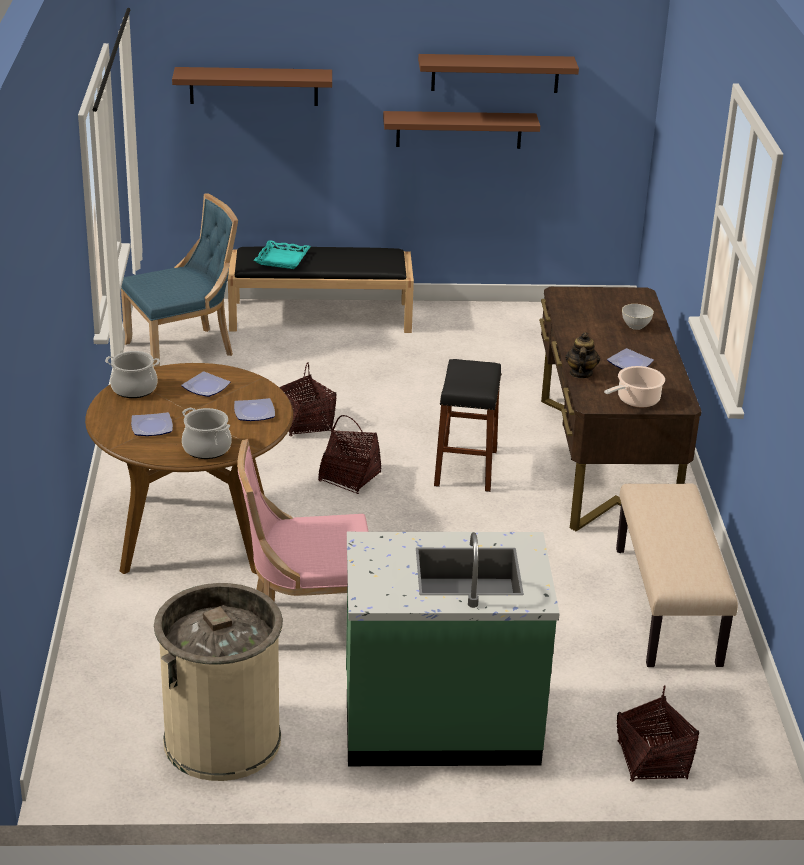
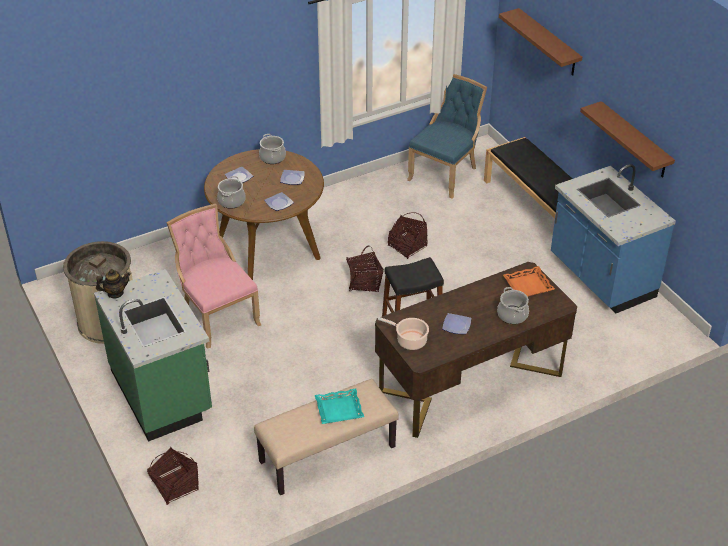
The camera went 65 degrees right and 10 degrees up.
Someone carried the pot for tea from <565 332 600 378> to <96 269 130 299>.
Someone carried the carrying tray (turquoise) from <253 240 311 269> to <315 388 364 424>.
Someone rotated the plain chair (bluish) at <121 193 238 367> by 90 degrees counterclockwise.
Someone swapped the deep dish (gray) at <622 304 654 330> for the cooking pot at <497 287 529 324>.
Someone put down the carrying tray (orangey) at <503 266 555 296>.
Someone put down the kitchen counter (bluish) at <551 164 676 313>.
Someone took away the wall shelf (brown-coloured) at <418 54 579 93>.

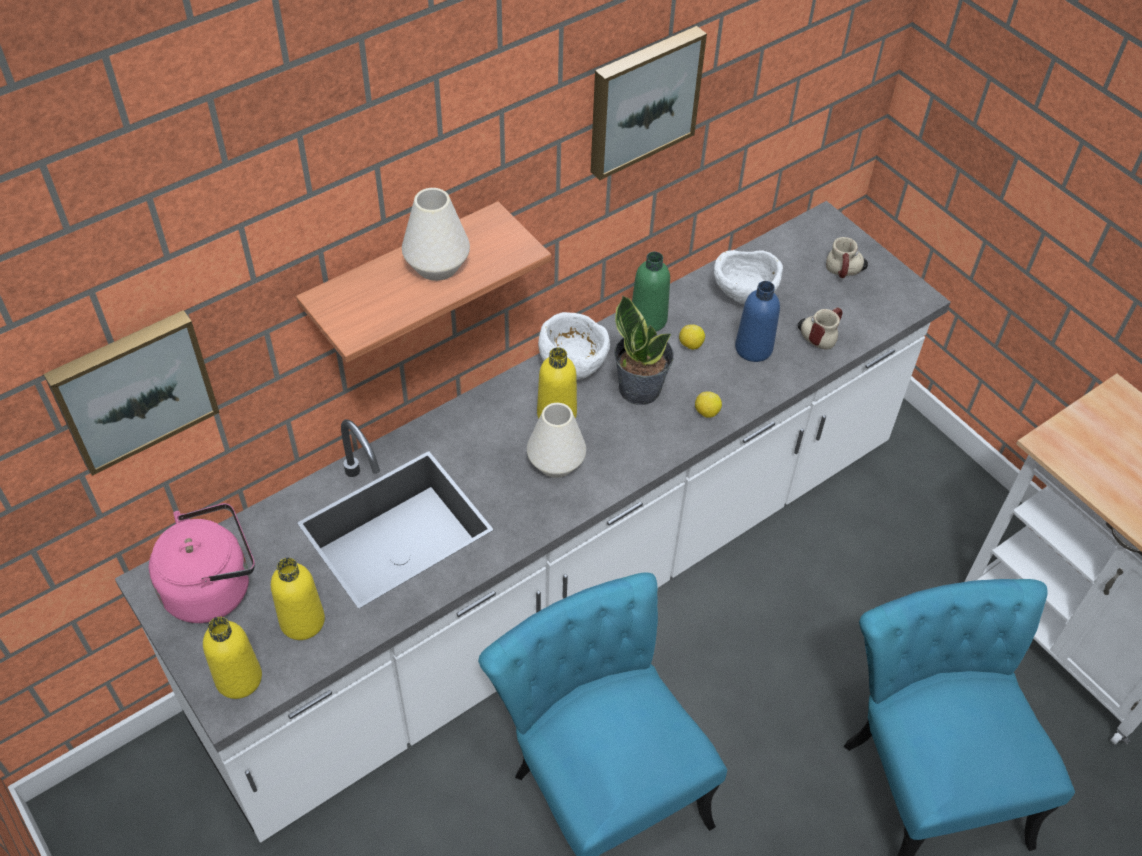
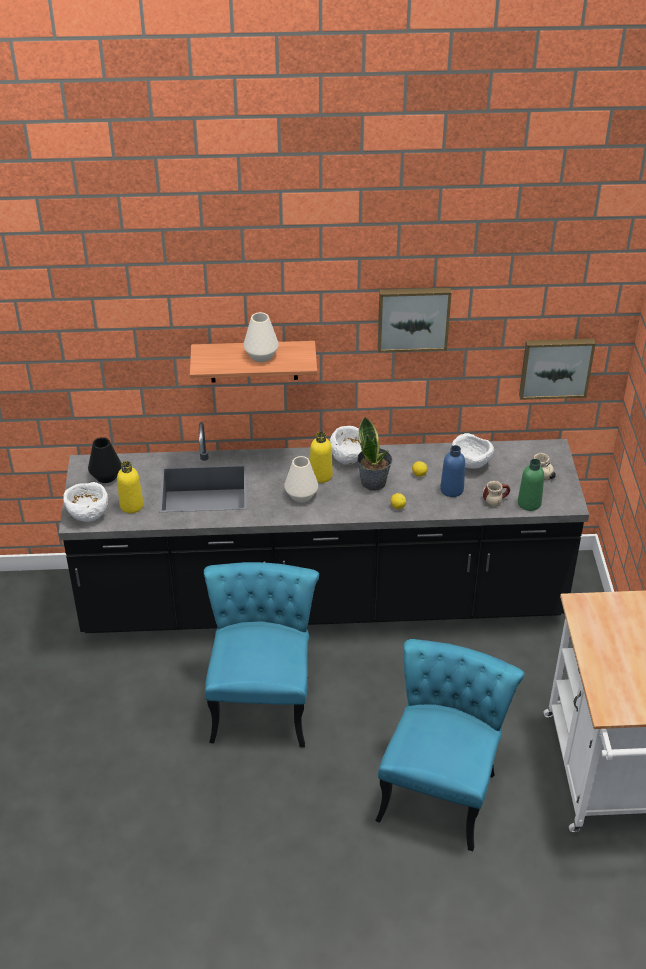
The camera went 35 degrees right and 10 degrees down.
Someone repainted the kitchen counter (white-coloured) at <115 201 951 842>, which became the kitchen counter (black) at <59 422 589 633>.
Someone swapped the drink bottle (yellow-coloured) at <203 617 262 699> for the deep dish (white-coloured) at <63 482 108 522>.
Someone swapped the tea kettle (pink) at <149 503 255 623> for the flower vase (black) at <88 437 121 483>.
Someone carried the drink bottle (green-coloured) from <632 252 670 331> to <518 459 544 511>.
Someone carried the wall picture from <43 310 220 476> to <519 339 596 400>.

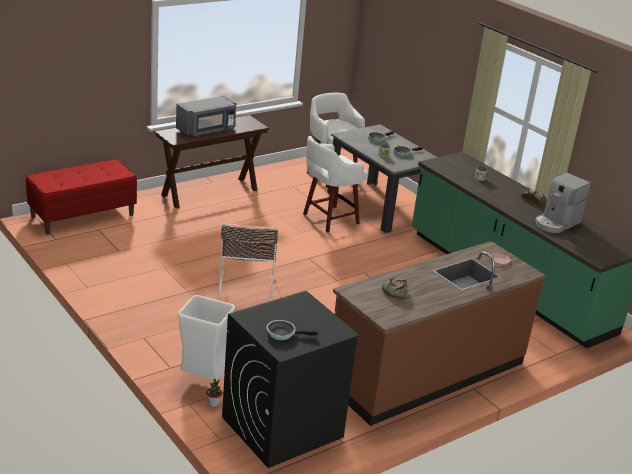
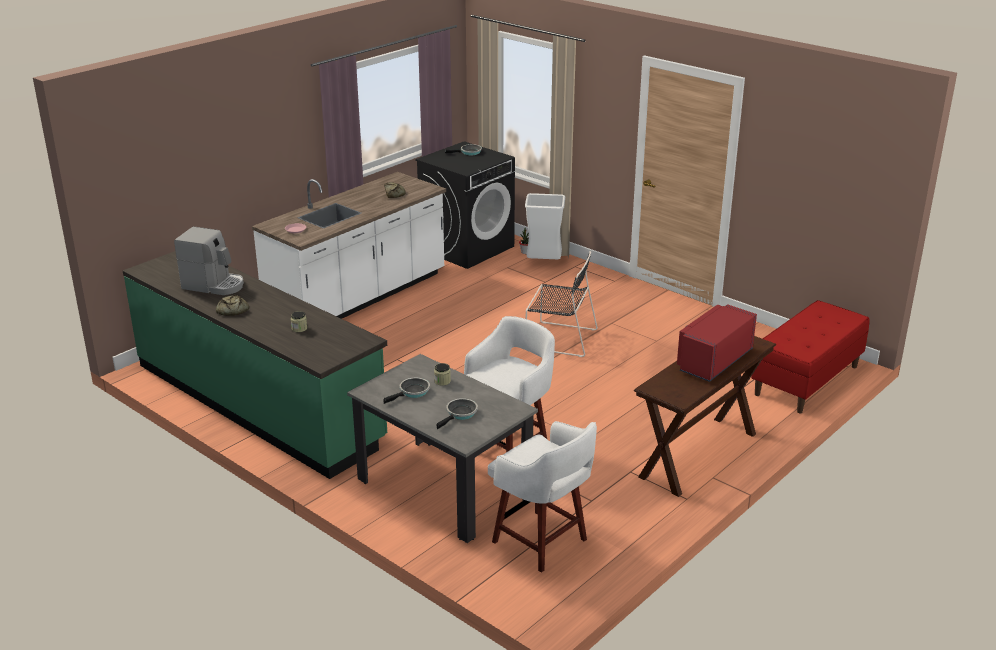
The camera went 170 degrees right and 0 degrees up.
Someone rotated the coffee machine at <535 172 591 233> by 75 degrees clockwise.
Someone repainted the kitchen counter (brown-coloured) at <333 241 545 426>, which became the kitchen counter (white-coloured) at <252 172 446 319>.
Someone rotated the plain chair (black) at <218 223 278 301> by 120 degrees clockwise.
Someone repainted the microwave oven (gray) at <176 96 236 136>, which became the microwave oven (red) at <677 304 757 382>.

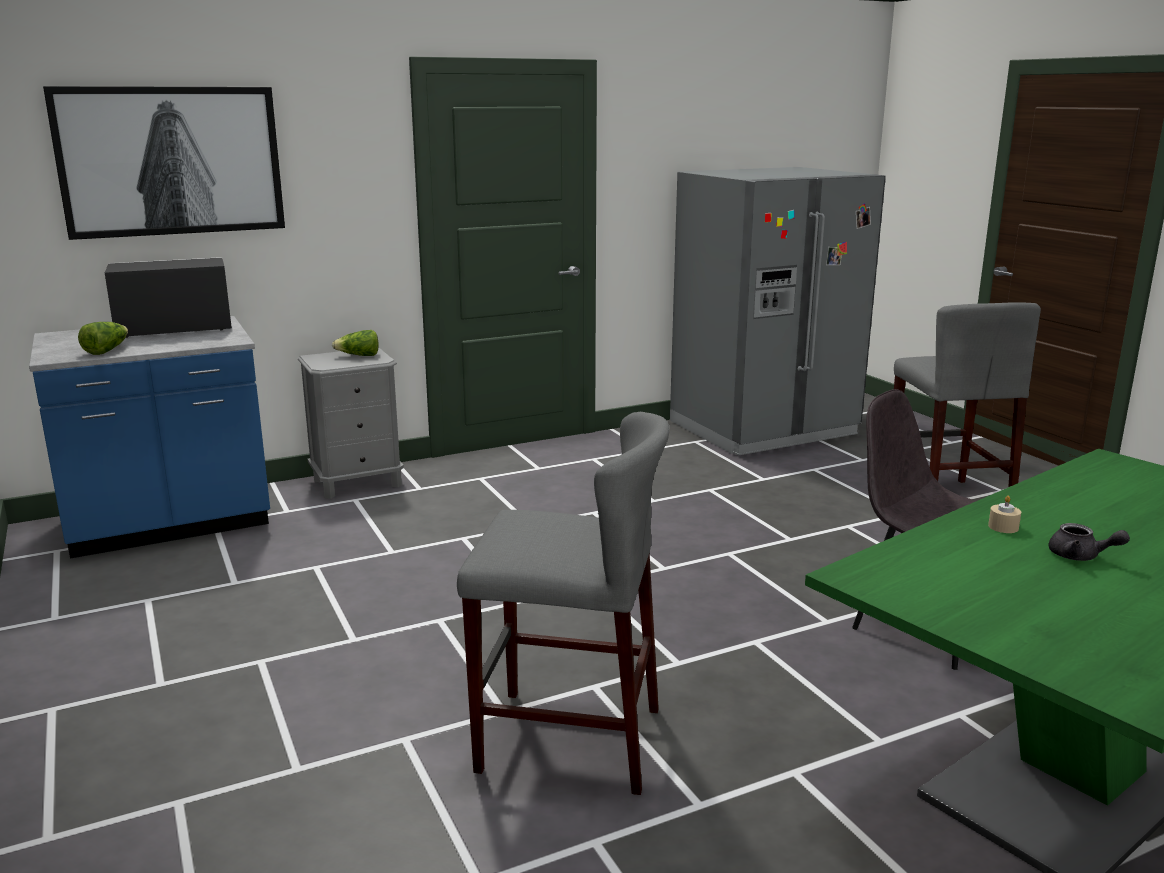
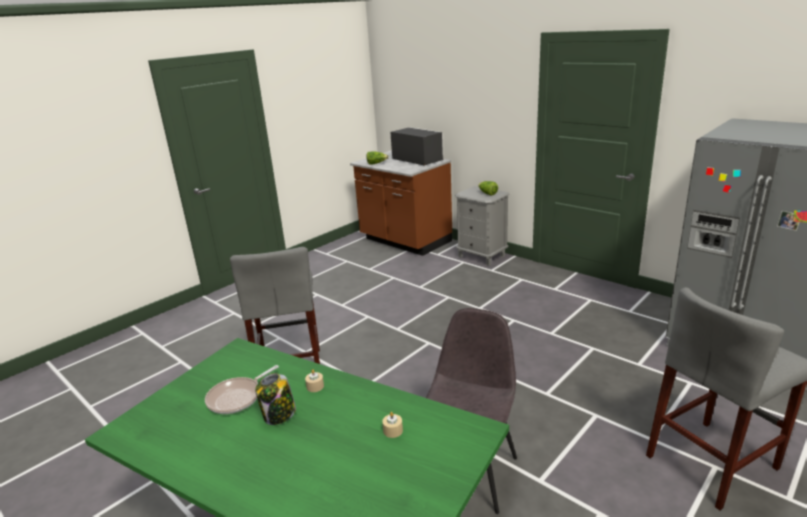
The camera went 70 degrees right and 5 degrees up.
Someone put down the skillet at <205 365 279 414>.
Someone swapped the pot for tea (gray) at <1049 523 1130 561> for the storage jar at <255 373 296 425>.
Someone repainted the kitchen counter (bluish) at <29 316 270 559>, which became the kitchen counter (brown-coloured) at <350 151 452 256>.
Someone put down the wax candle (beige-coloured) at <382 412 403 438>.
Someone took away the wall picture at <43 86 285 240>.

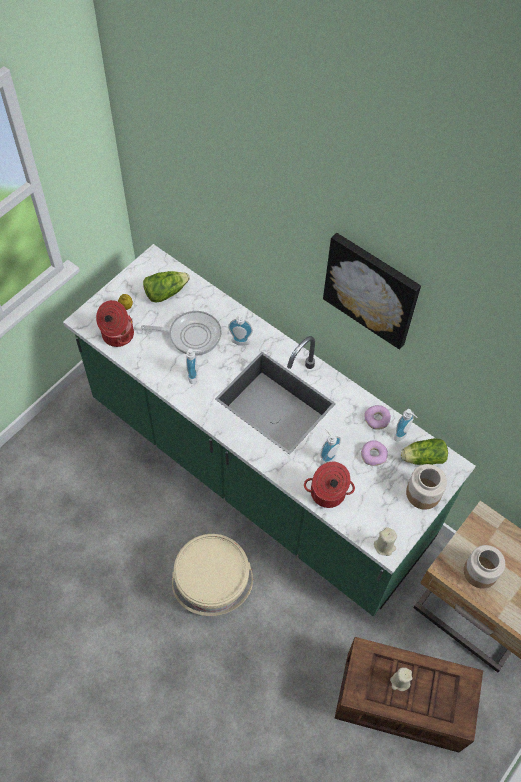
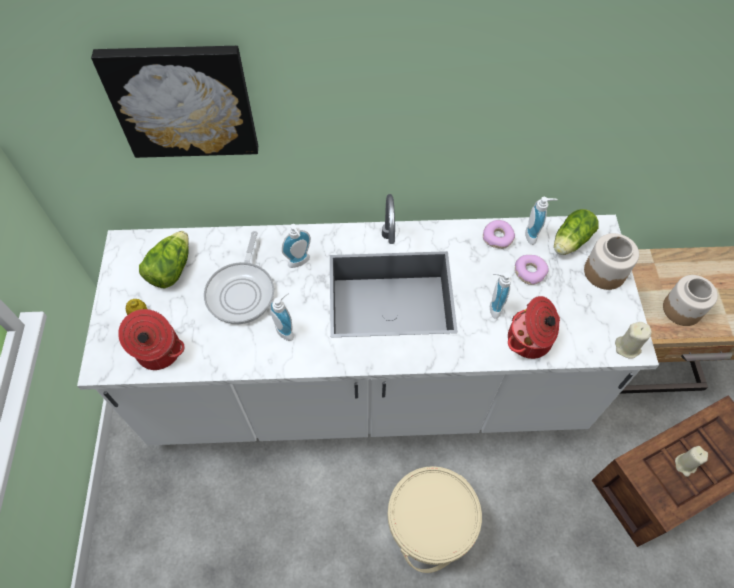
The camera went 40 degrees left and 0 degrees up.
Someone repainted the kitchen counter (green-coloured) at <63 244 475 617>, which became the kitchen counter (white-coloured) at <77 194 659 445>.
Someone carried the wall picture from <323 233 421 350> to <91 46 258 158>.
Someone rotated the skillet at <141 311 222 356> by 135 degrees clockwise.

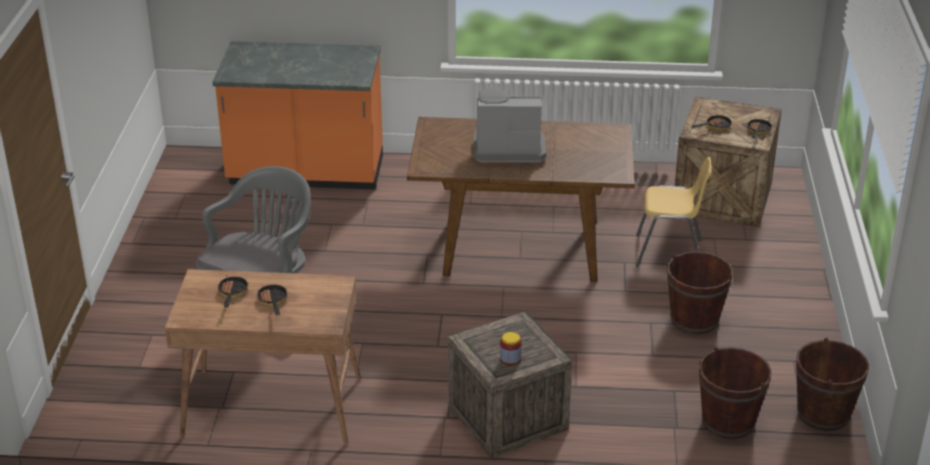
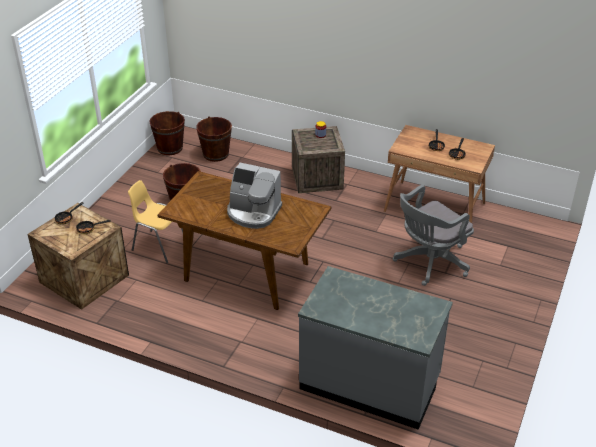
The camera went 160 degrees left and 5 degrees up.
Someone repainted the kitchen counter (orangey) at <213 41 383 190>, which became the kitchen counter (gray) at <298 266 453 430>.

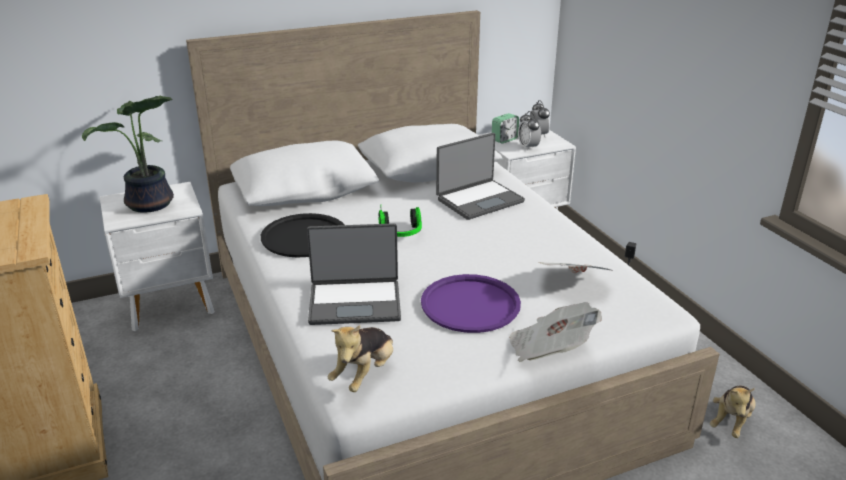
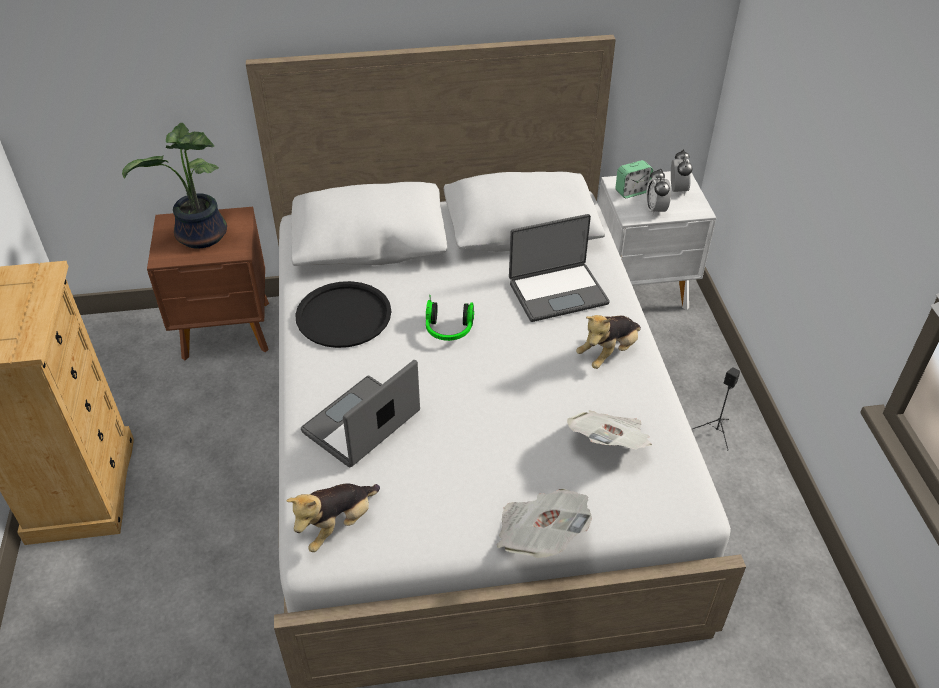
The camera went 15 degrees right and 15 degrees up.
Someone repainted the night table (white-coloured) at <100 182 215 331>, which became the night table (brown-coloured) at <147 207 269 360>.
Someone rotated the laptop at <307 223 401 325> by 120 degrees clockwise.
Someone carried the cuddly toy from <710 385 756 438> to <576 315 641 369>.
Someone took away the carrying tray (purplish) at <421 274 521 333>.

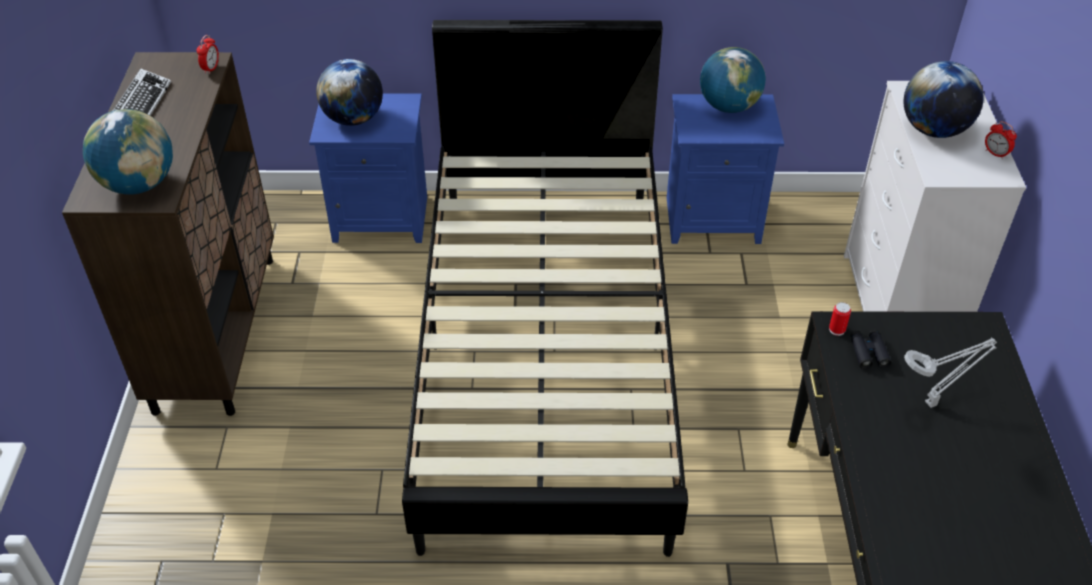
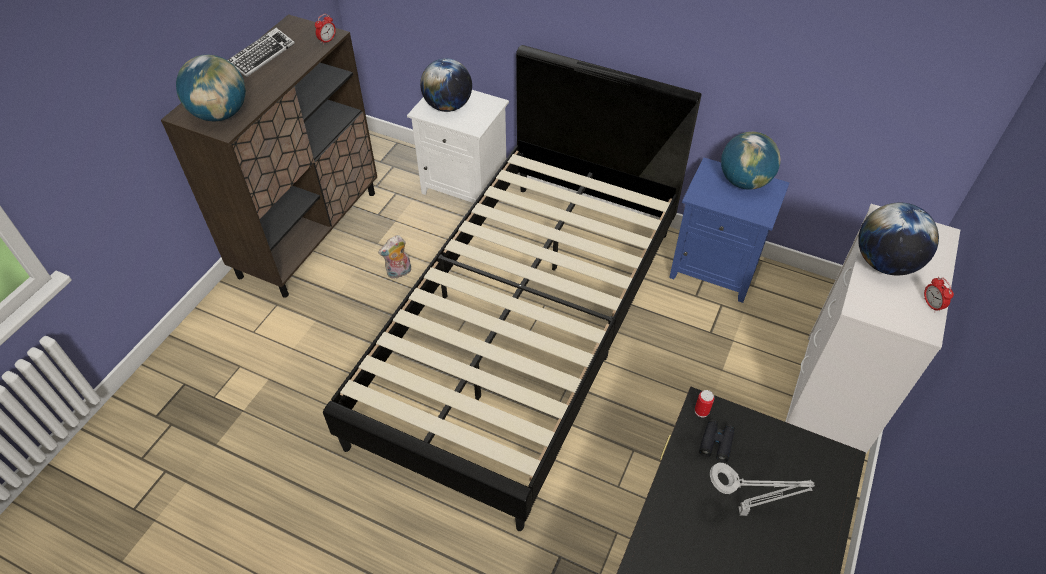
The camera went 25 degrees right and 5 degrees up.
Someone put down the cuddly toy at <378 235 411 279>.
Someone repainted the night table (bluish) at <309 93 427 243>, which became the night table (white-coloured) at <407 90 509 203>.

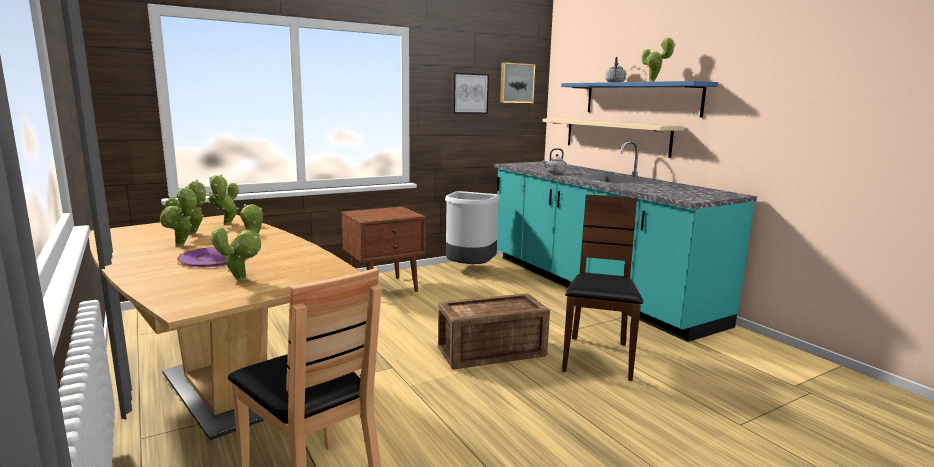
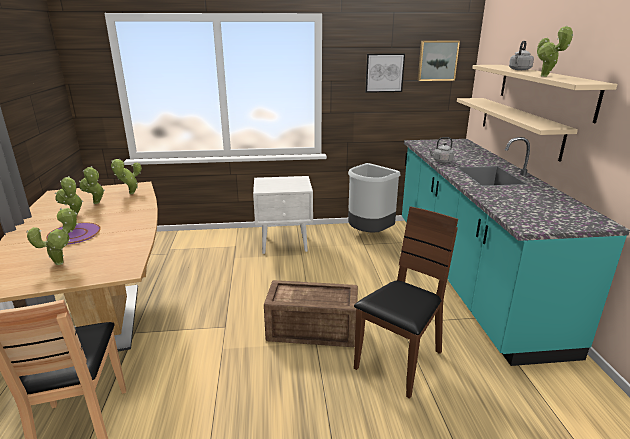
The camera went 25 degrees right and 10 degrees up.
Someone repainted the night table (brown-coloured) at <342 207 426 292>, which became the night table (white-coloured) at <253 176 313 254>.
Someone repainted the wall shelf (bluish) at <561 81 718 118>, which became the wall shelf (beige-coloured) at <472 65 617 123>.

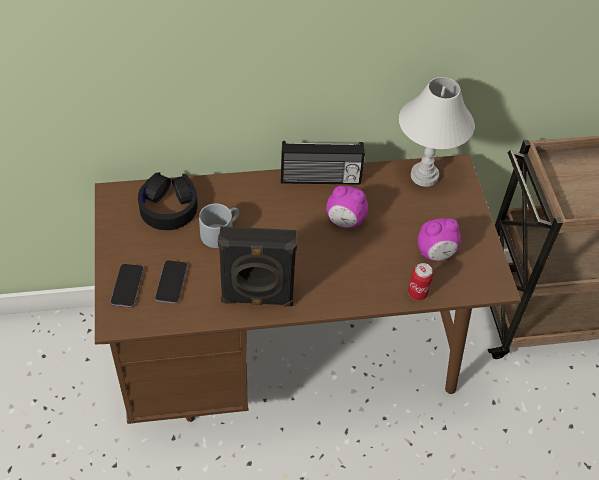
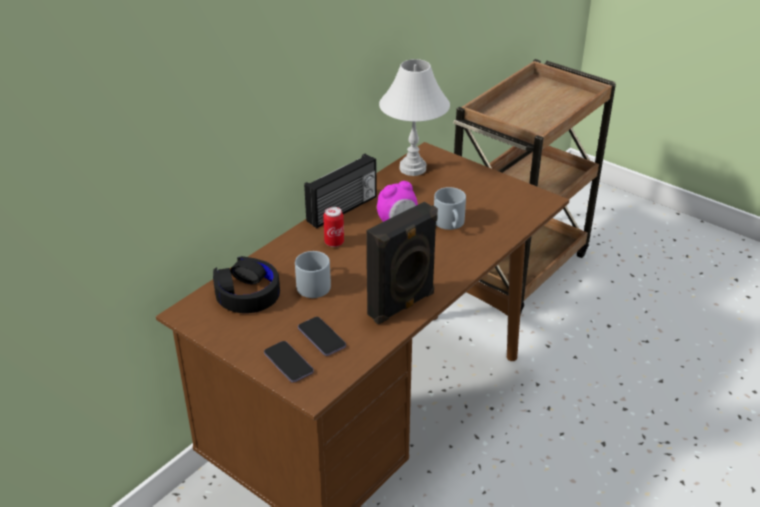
The camera went 40 degrees left and 15 degrees down.
Someone carried the metal can from <408 263 433 300> to <323 207 344 247>.
Someone put down the tea mug (gray) at <434 187 466 230>.
Someone took away the table clock at <418 218 461 261>.

